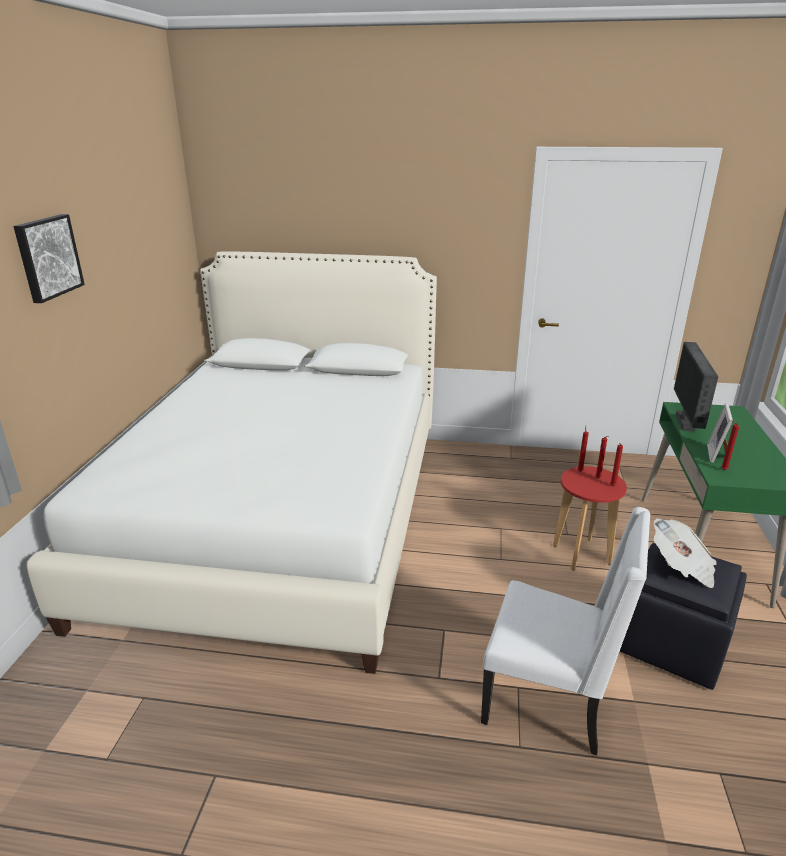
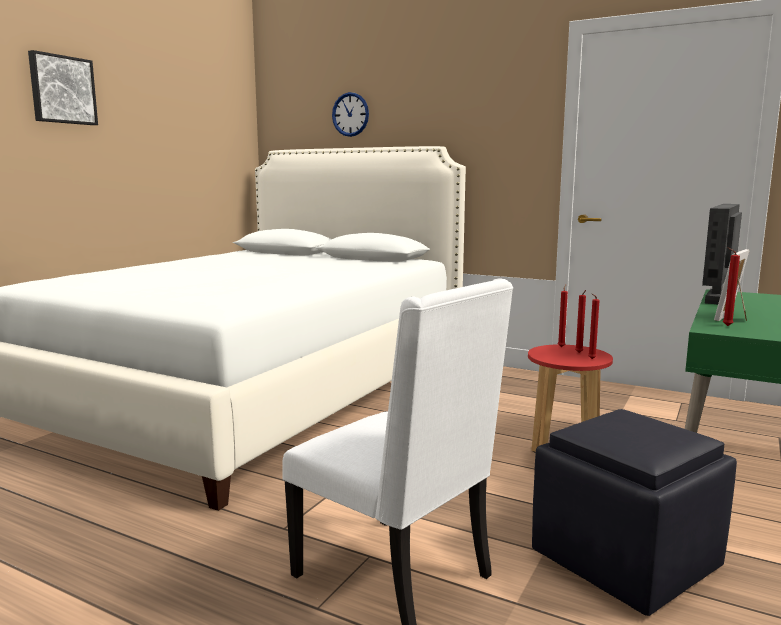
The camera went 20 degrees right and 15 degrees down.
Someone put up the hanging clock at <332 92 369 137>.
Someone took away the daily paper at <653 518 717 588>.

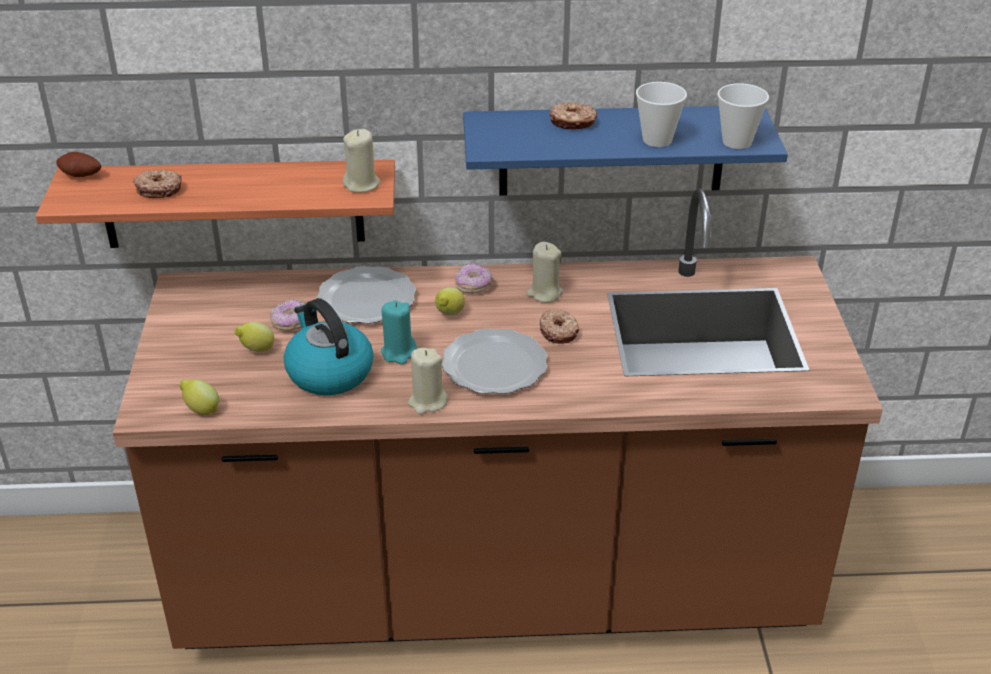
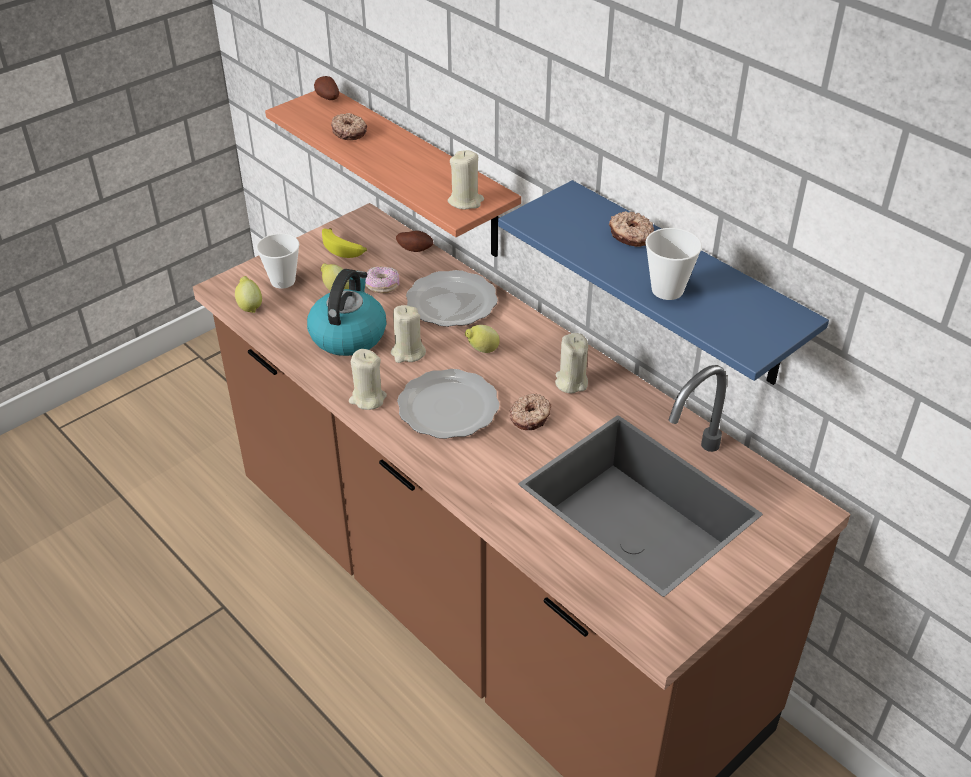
The camera went 50 degrees right and 5 degrees up.
Someone carried the drinking cup from <717 83 769 149> to <256 233 299 289>.
Someone put down the whole banana at <322 228 367 258>.
Someone repainted the wax candle (turquoise) at <381 300 417 364>, which became the wax candle (beige-coloured) at <391 305 426 363>.
Someone put down the whole potato at <396 231 433 252>.
Someone took away the ring doughnut at <455 263 492 294>.

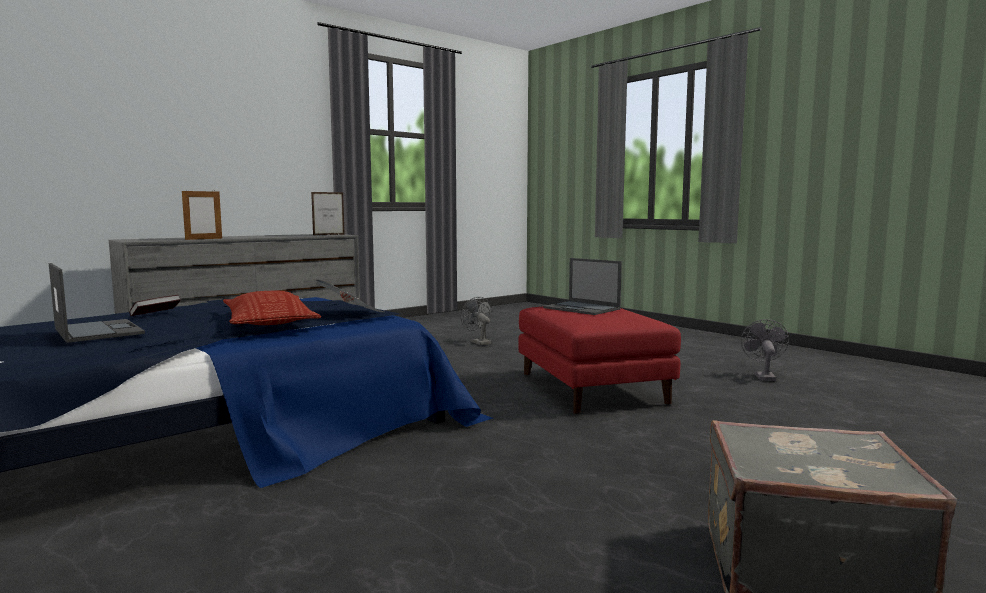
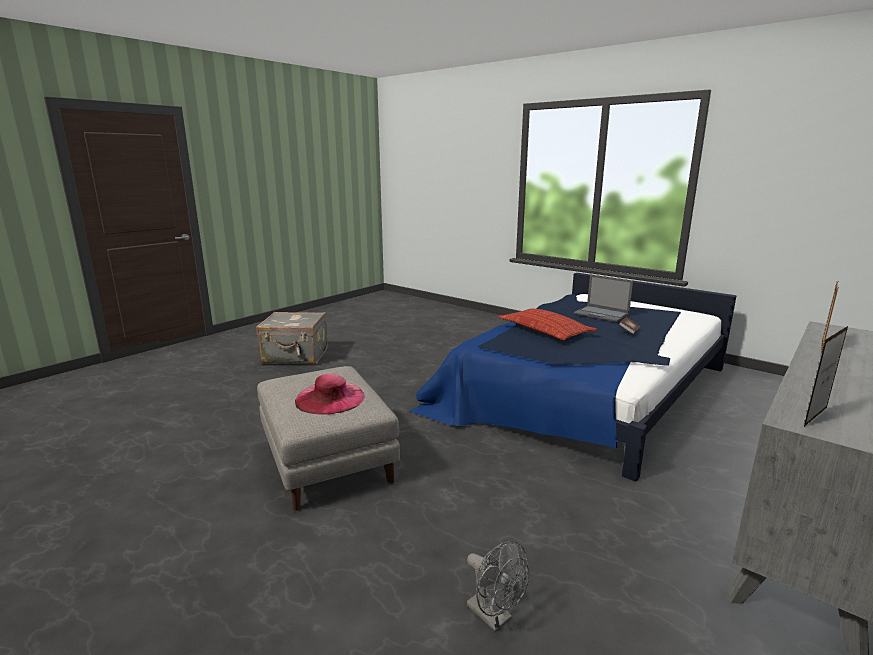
The camera went 170 degrees right and 10 degrees up.
Someone repainted the footrest (red) at <518 307 681 414>, which became the footrest (gray) at <257 366 400 511>.
Someone swapped the laptop at <543 258 622 315> for the wearable hat (pink) at <295 373 365 415>.
Someone took away the daily paper at <314 279 384 312>.
Someone took away the electric fan (gray) at <741 319 789 381>.

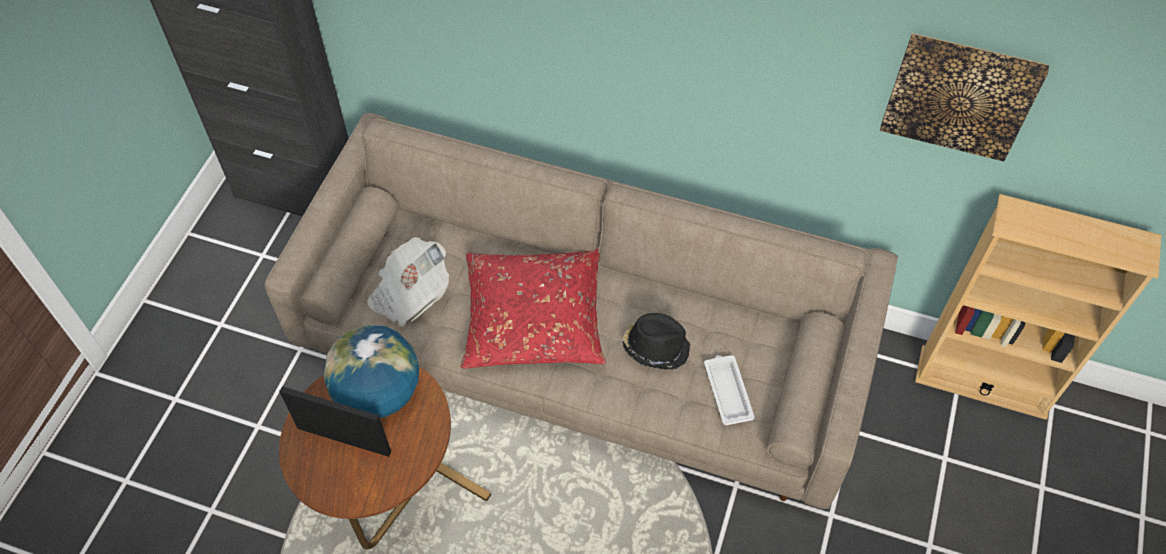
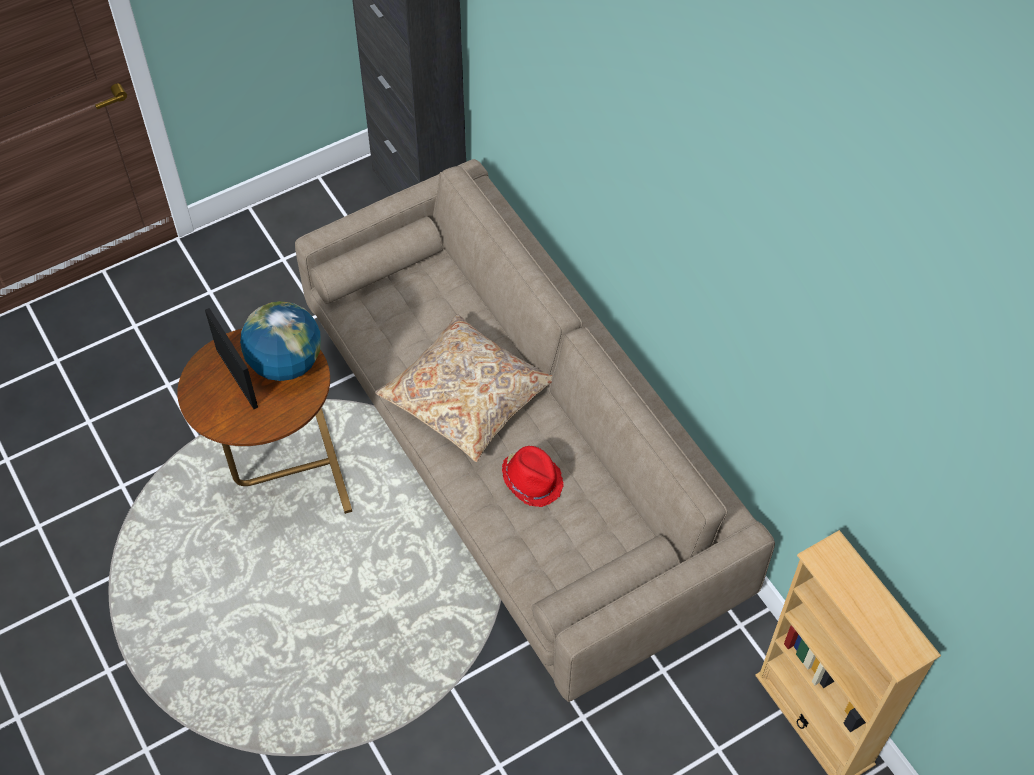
The camera went 40 degrees right and 0 degrees up.
Someone repainted the pillow (red) at <461 249 606 369>, which became the pillow (beige-coloured) at <375 314 552 462>.
Someone repainted the wearable hat (black) at <622 313 691 370>, which became the wearable hat (red) at <502 446 564 507>.
Someone took away the daily paper at <367 237 449 327>.
Someone took away the carrying tray (white-coloured) at <704 355 755 425>.
Someone took away the wall picture at <880 33 1049 162>.

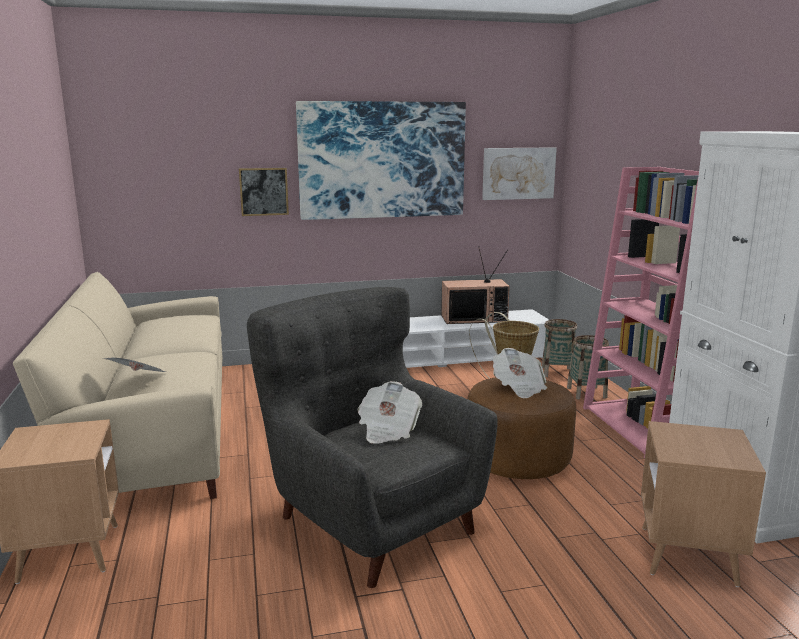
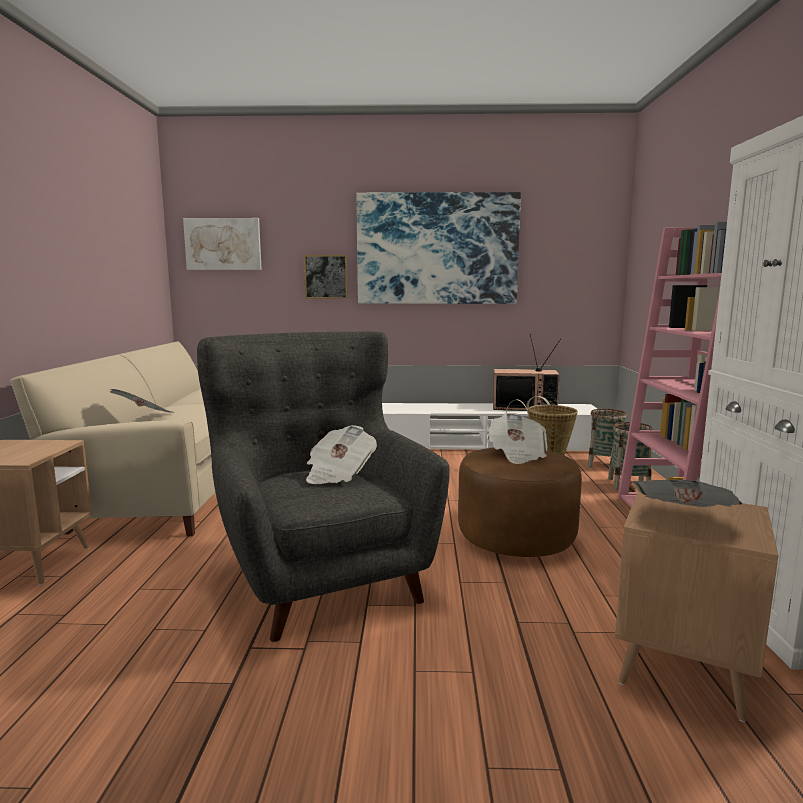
The camera went 15 degrees right and 5 degrees down.
Someone carried the wall picture from <482 147 557 200> to <183 218 262 270>.
Someone put down the daily paper at <632 480 742 507>.

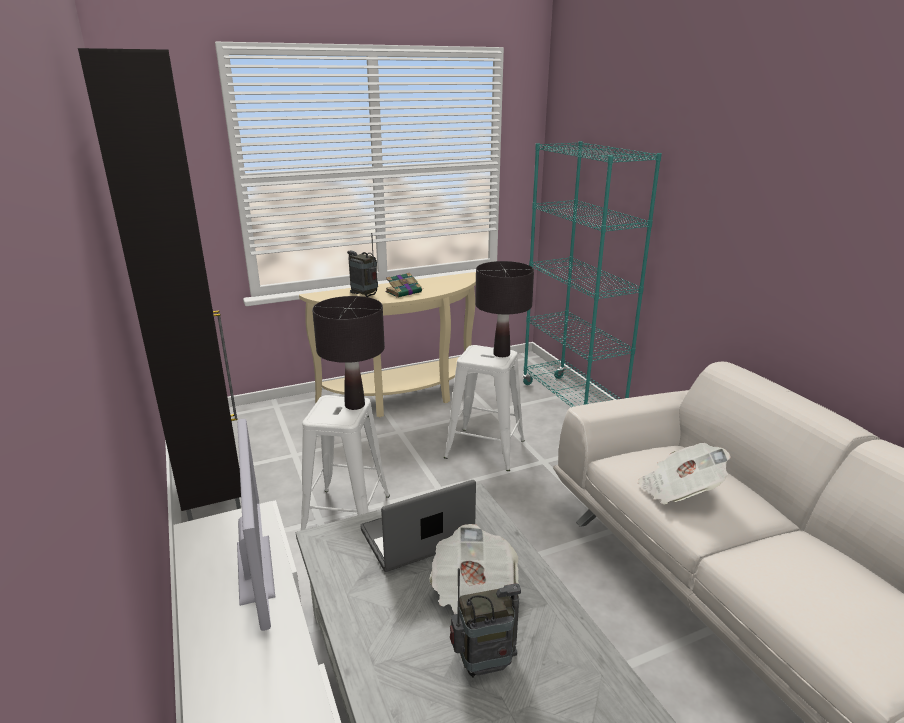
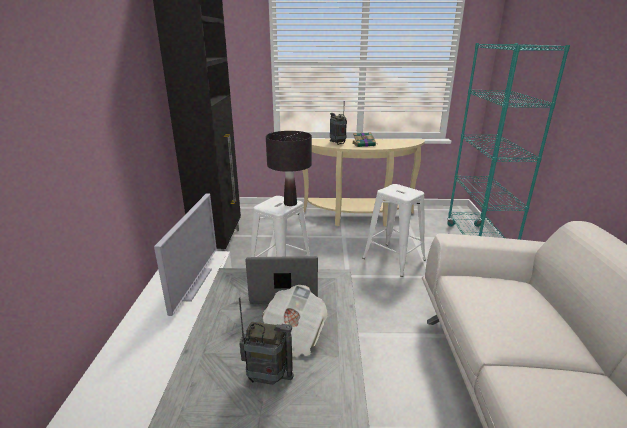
The camera went 25 degrees right and 0 degrees up.
Someone took away the table lamp (black) at <475 261 534 357>.
Someone took away the daily paper at <638 443 731 505>.

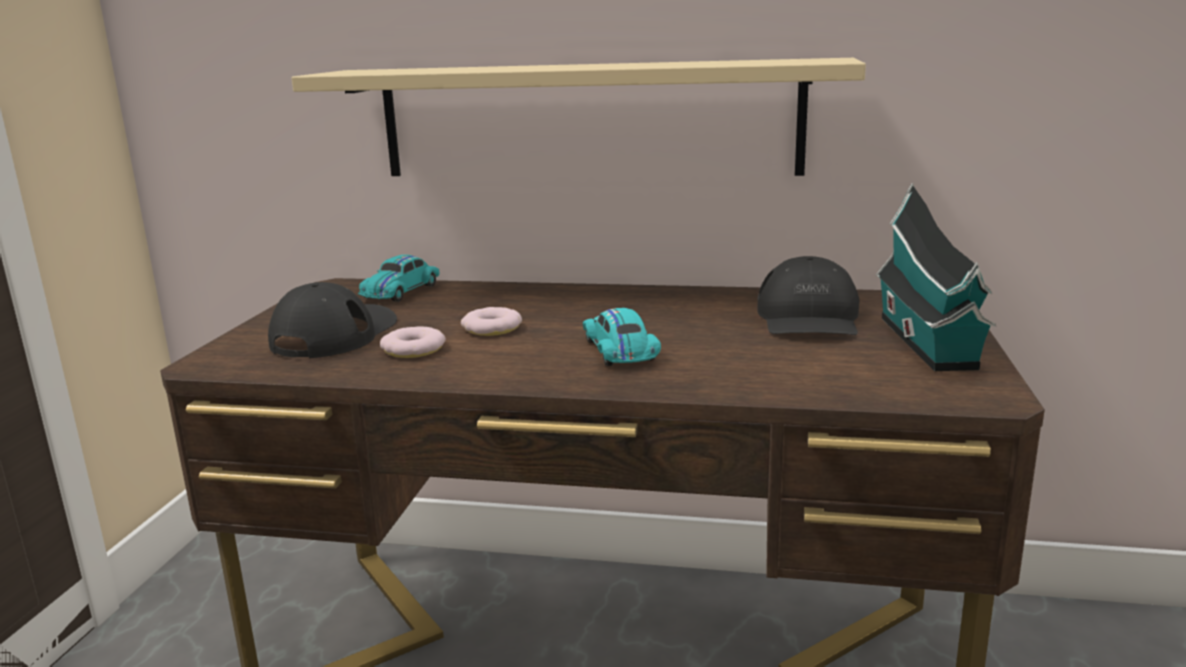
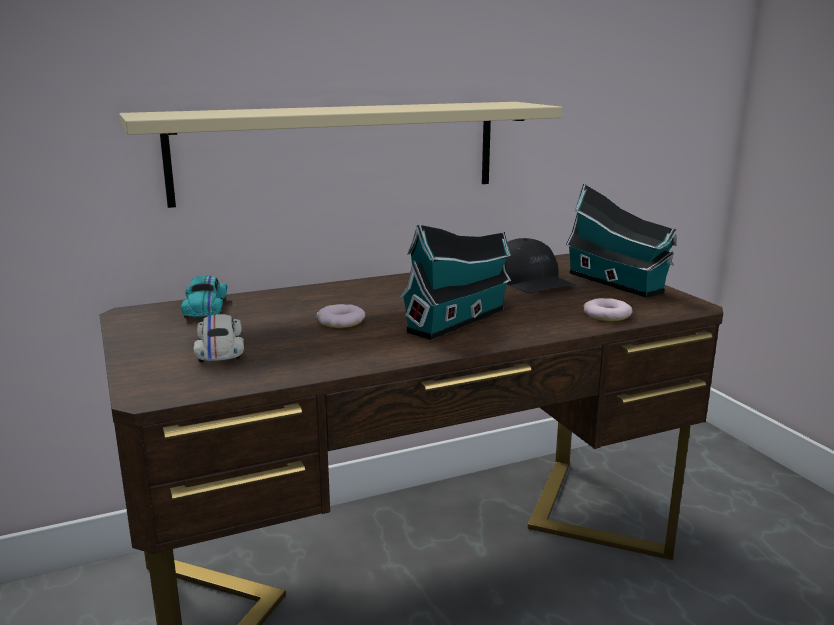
The camera went 35 degrees left and 0 degrees up.
Someone swapped the baseball cap (black) at <268 282 397 358> for the miniature car (white-coloured) at <193 314 244 362>.
Someone swapped the miniature car (turquoise) at <583 308 661 366> for the miniature house at <399 223 512 340>.
Someone carried the ring doughnut from <380 326 446 358> to <583 298 632 321>.

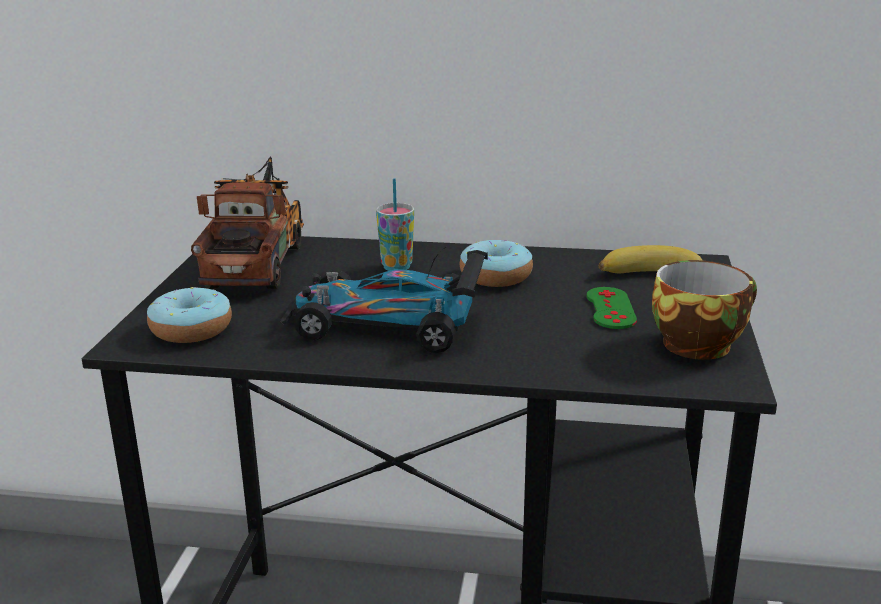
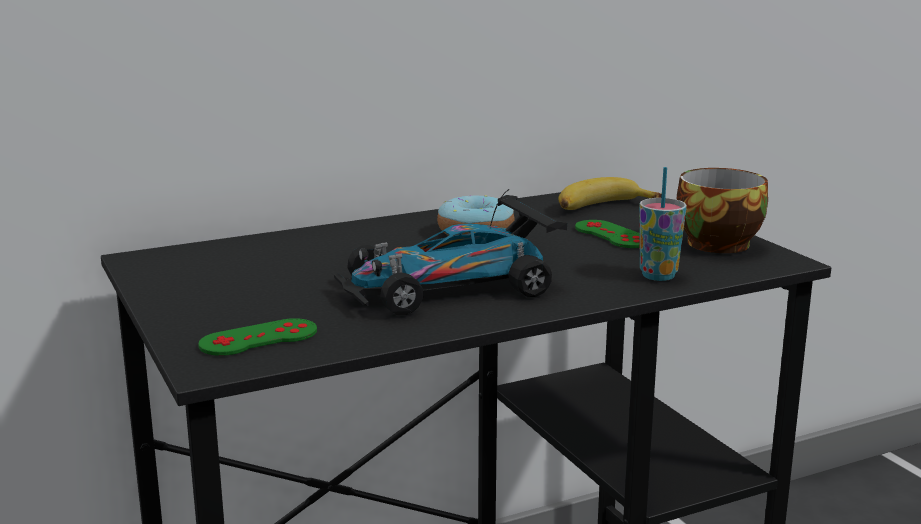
The camera went 35 degrees left and 5 degrees down.
Someone swapped the ring doughnut at <147 287 232 343> for the gamepad (green-coloured) at <198 318 317 356>.
Someone carried the drinking cup from <376 178 414 271> to <639 167 687 281>.
Someone took away the toy truck at <191 157 304 289>.

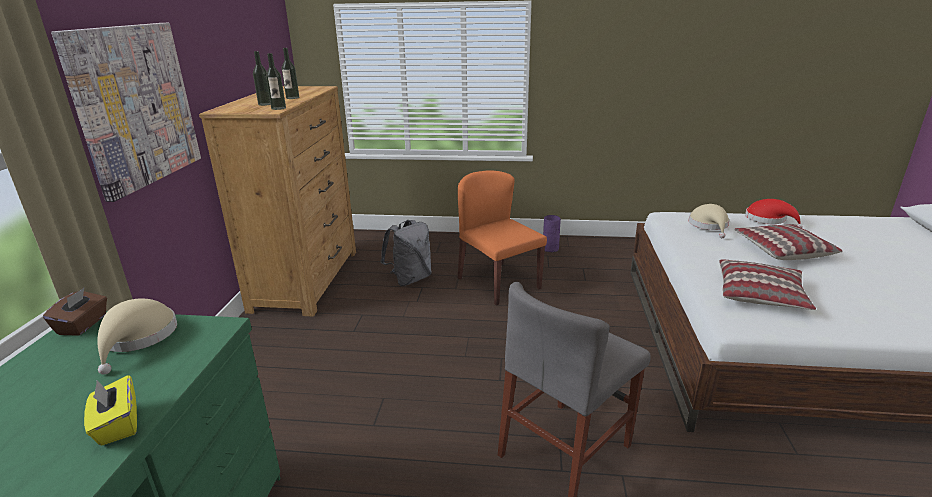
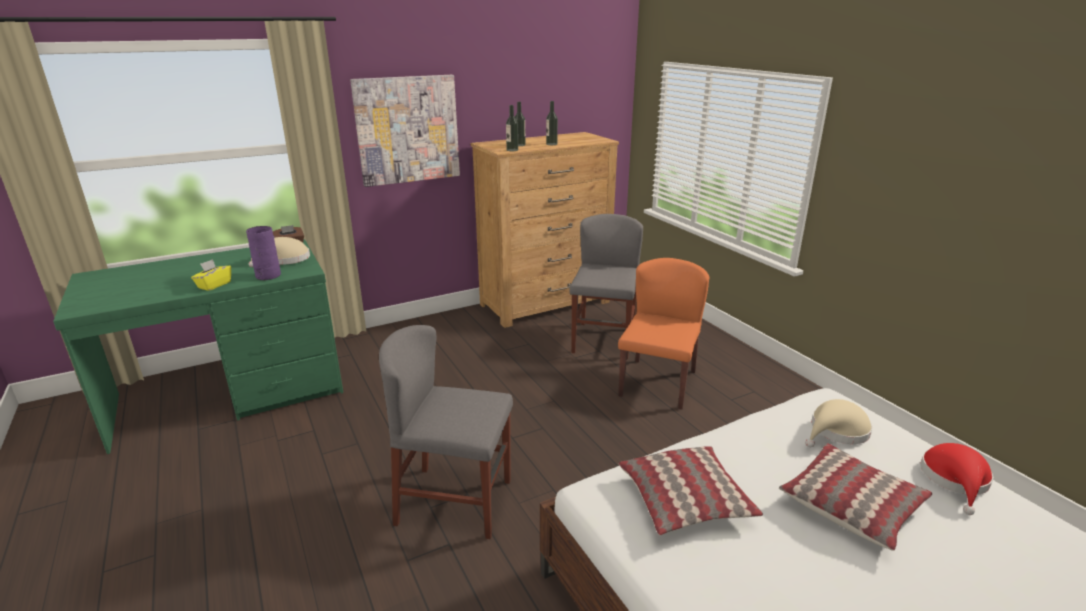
The camera went 55 degrees right and 0 degrees up.
Someone carried the flower vase (purplish) from <543 215 561 252> to <246 226 281 280>.
Someone swapped the rucksack (gray) at <380 220 431 286> for the plain chair (gray) at <569 214 643 359>.

